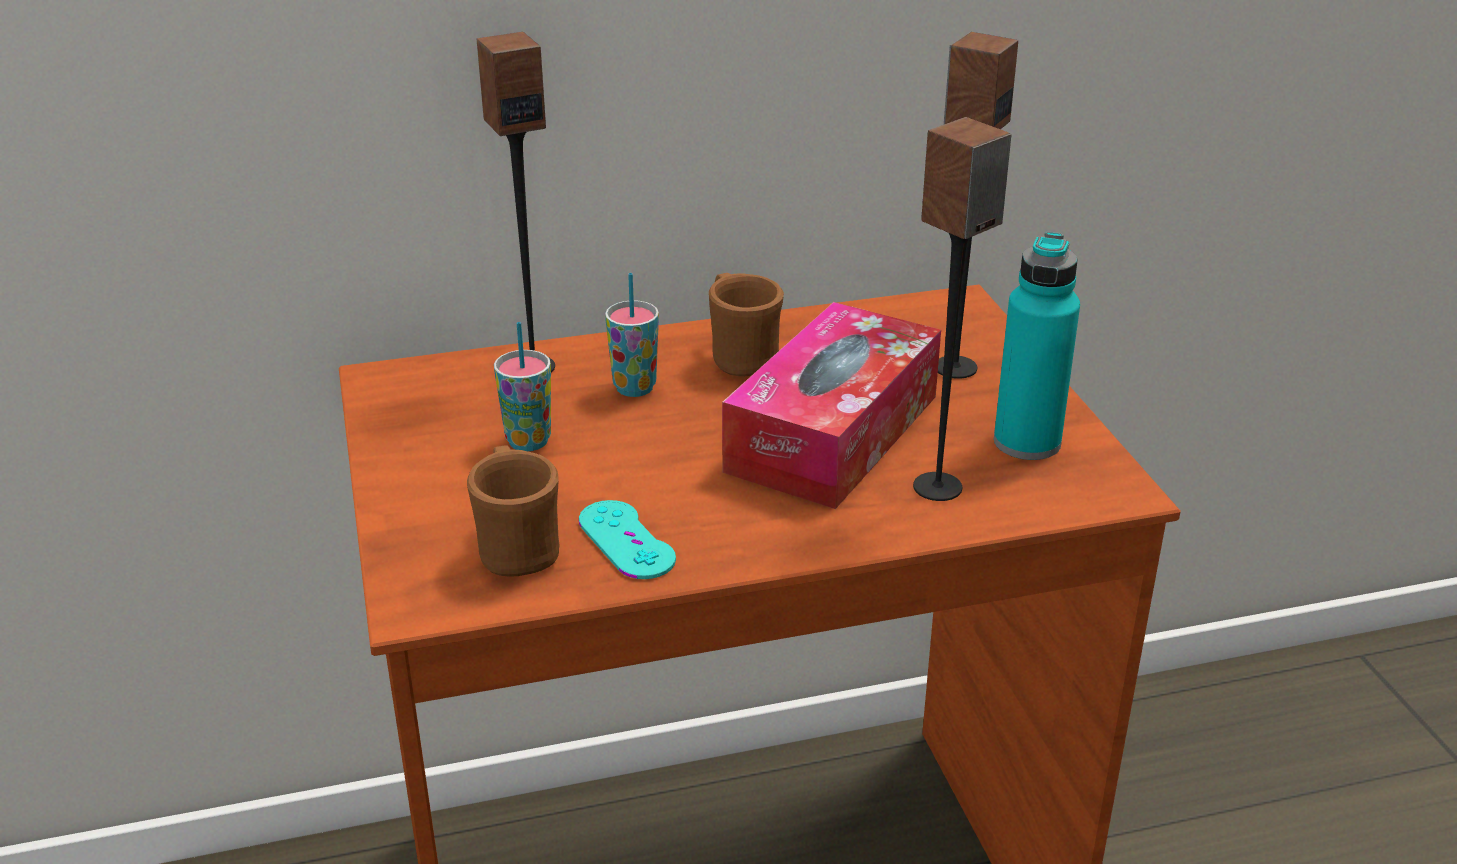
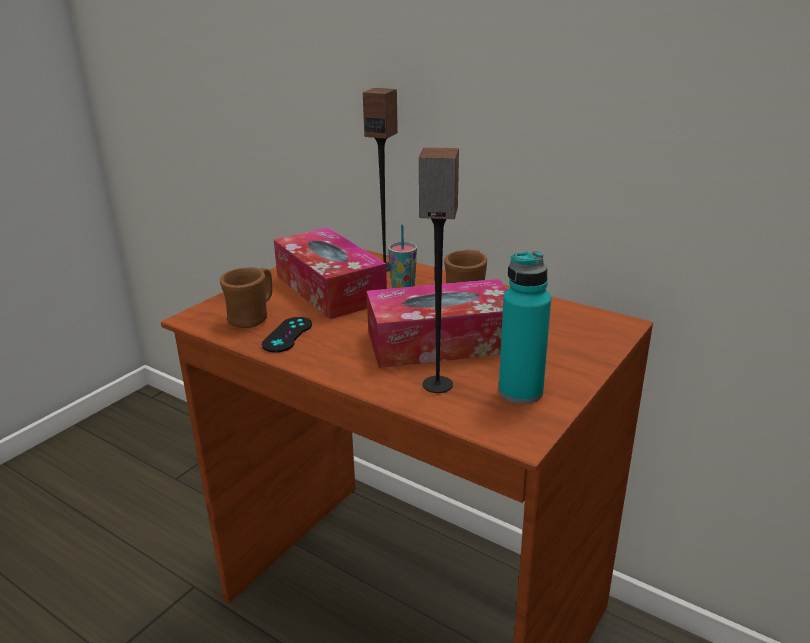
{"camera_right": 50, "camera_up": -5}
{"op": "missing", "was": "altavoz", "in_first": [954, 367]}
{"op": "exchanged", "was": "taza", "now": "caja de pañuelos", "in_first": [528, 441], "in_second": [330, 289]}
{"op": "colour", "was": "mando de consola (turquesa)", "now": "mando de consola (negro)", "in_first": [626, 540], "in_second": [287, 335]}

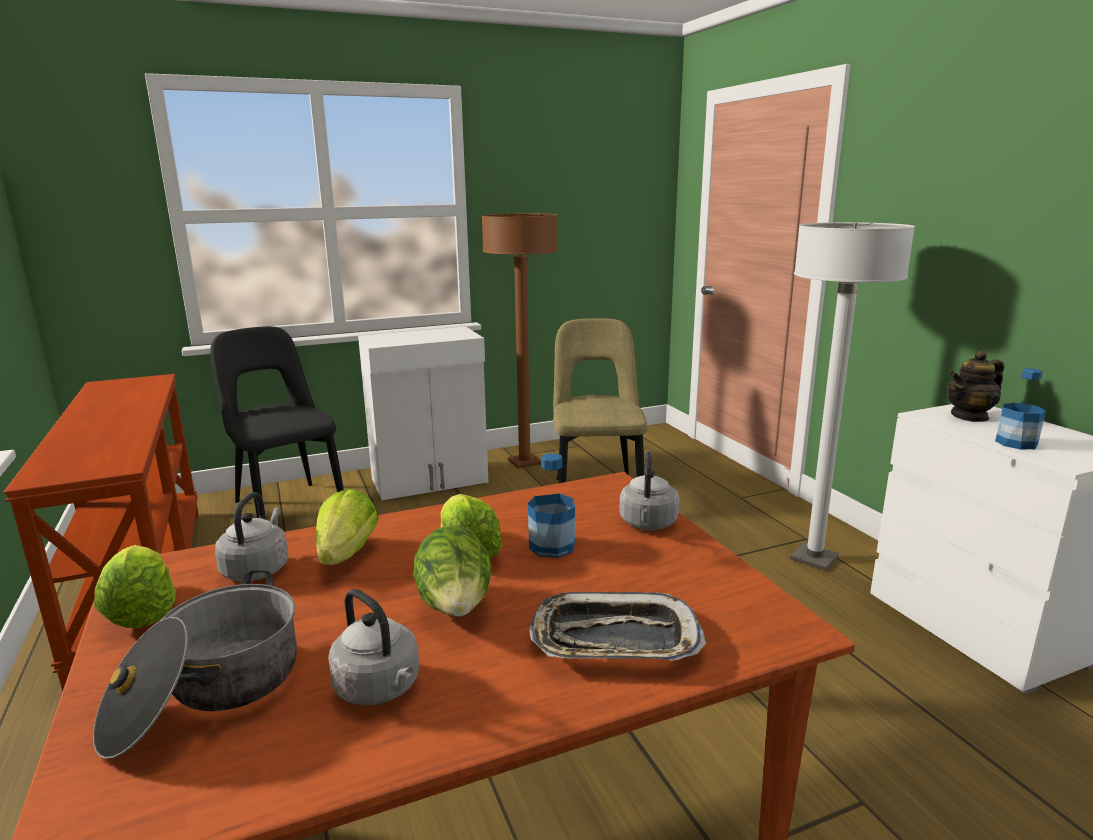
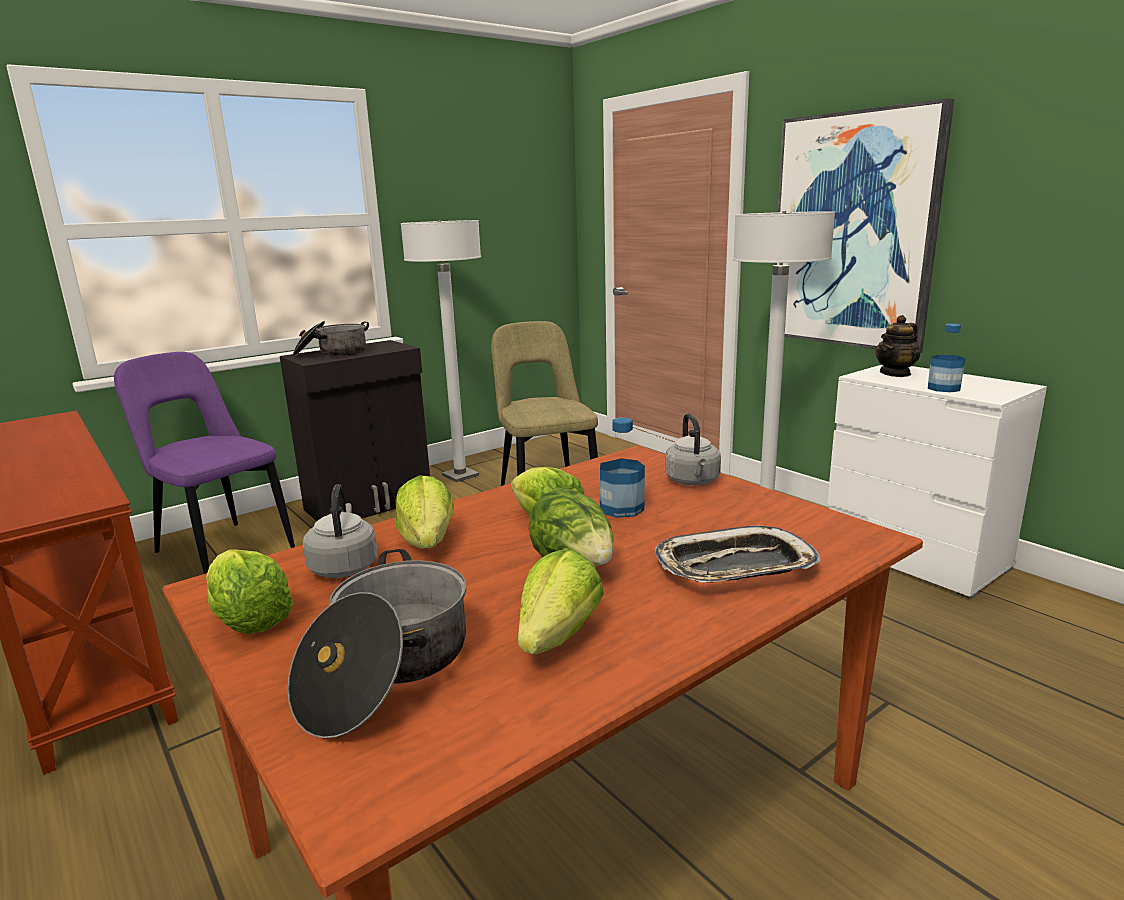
{"camera_right": -15, "camera_up": 0}
{"op": "colour", "was": "lámpara de pie (marrón)", "now": "lámpara de pie (blanco)", "in_first": [524, 462], "in_second": [460, 476]}
{"op": "colour", "was": "silla (negro)", "now": "silla (morado)", "in_first": [287, 507], "in_second": [221, 549]}
{"op": "colour", "was": "armario (blanco)", "now": "armario (negro)", "in_first": [430, 481], "in_second": [370, 504]}
{"op": "exchanged", "was": "hervidor (gris)", "now": "lechuga", "in_first": [380, 688], "in_second": [558, 636]}
{"op": "appeared", "now": "cuadro", "in_second": [854, 231]}
{"op": "appeared", "now": "olla", "in_second": [332, 353]}

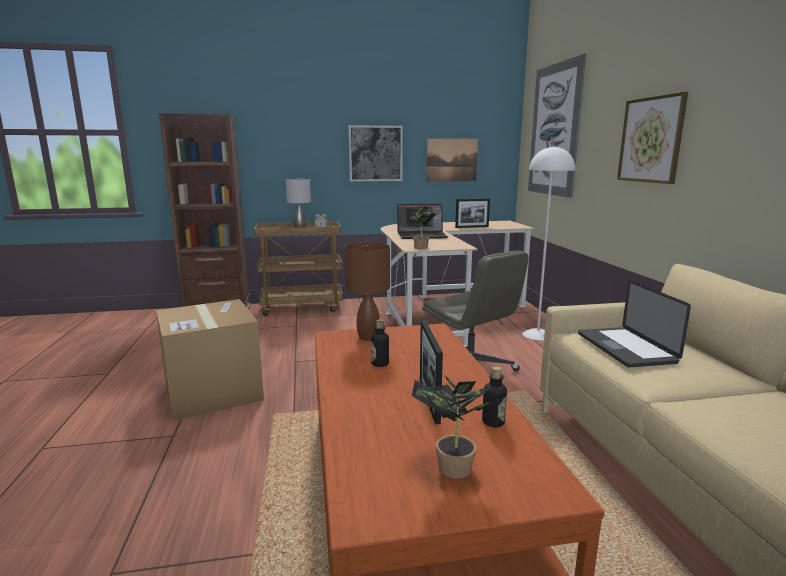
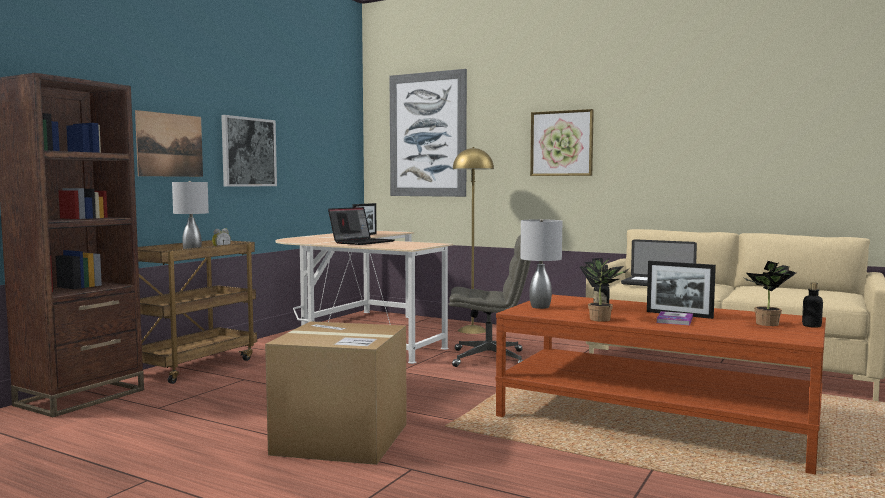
{"camera_right": -50, "camera_up": -10}
{"op": "relocated", "was": "cuadro", "in_first": [452, 160], "in_second": [170, 145]}
{"op": "colour", "was": "lámpara de pie (blanco)", "now": "lámpara de pie (amarillo)", "in_first": [537, 334], "in_second": [472, 330]}
{"op": "relocated", "was": "planta en maceta", "in_first": [422, 247], "in_second": [603, 319]}
{"op": "colour", "was": "lámpara de mesa (marrón)", "now": "lámpara de mesa (gris)", "in_first": [367, 337], "in_second": [539, 307]}
{"op": "relocated", "was": "botella", "in_first": [493, 422], "in_second": [811, 326]}
{"op": "appeared", "now": "libro", "in_second": [674, 320]}

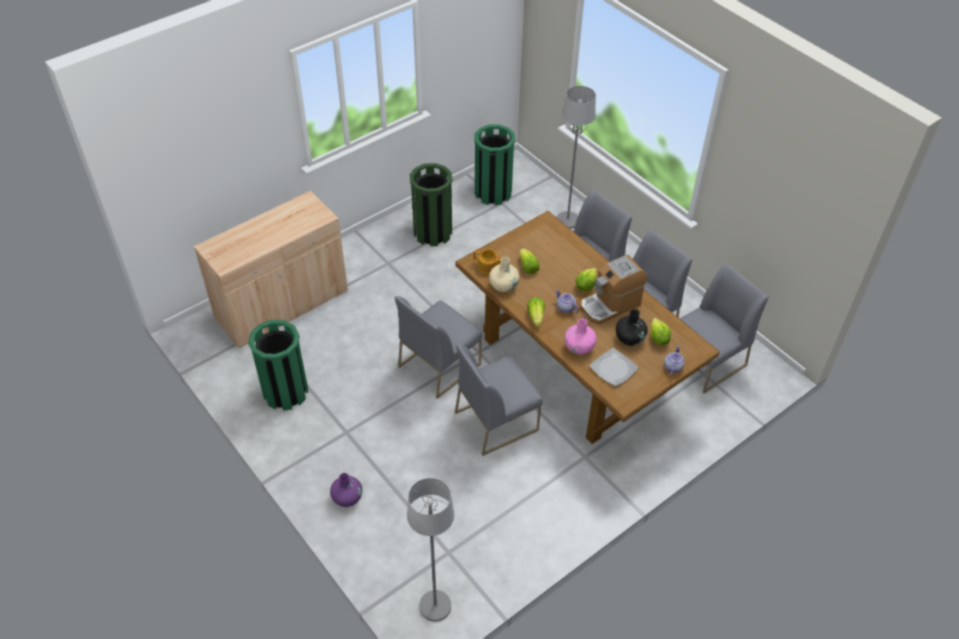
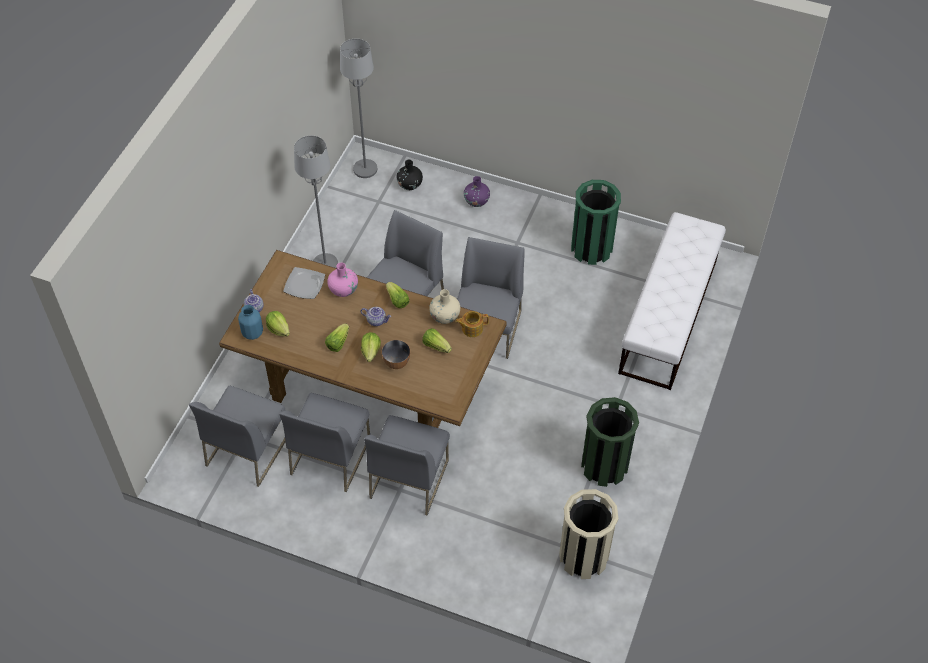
{"camera_right": 150, "camera_up": 5}
{"op": "relocated", "was": "lámpara de pie (gris)", "in_first": [567, 221], "in_second": [325, 264]}
{"op": "colour", "was": "papelera (verde)", "now": "papelera (beis)", "in_first": [493, 192], "in_second": [583, 557]}
{"op": "exchanged", "was": "armario (beis)", "now": "banco (blanco)", "in_first": [282, 306], "in_second": [668, 316]}
{"op": "exchanged", "was": "cafetera", "now": "lechuga", "in_first": [610, 305], "in_second": [338, 342]}
{"op": "relocated", "was": "florero (negro)", "in_first": [629, 338], "in_second": [410, 185]}
{"op": "appeared", "now": "florero (azul)", "in_second": [252, 333]}
{"op": "appeared", "now": "cuenco", "in_second": [396, 362]}

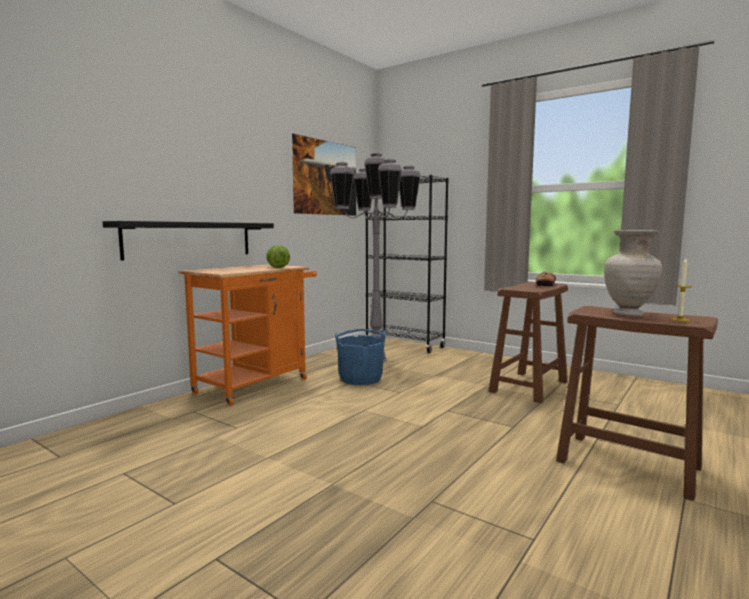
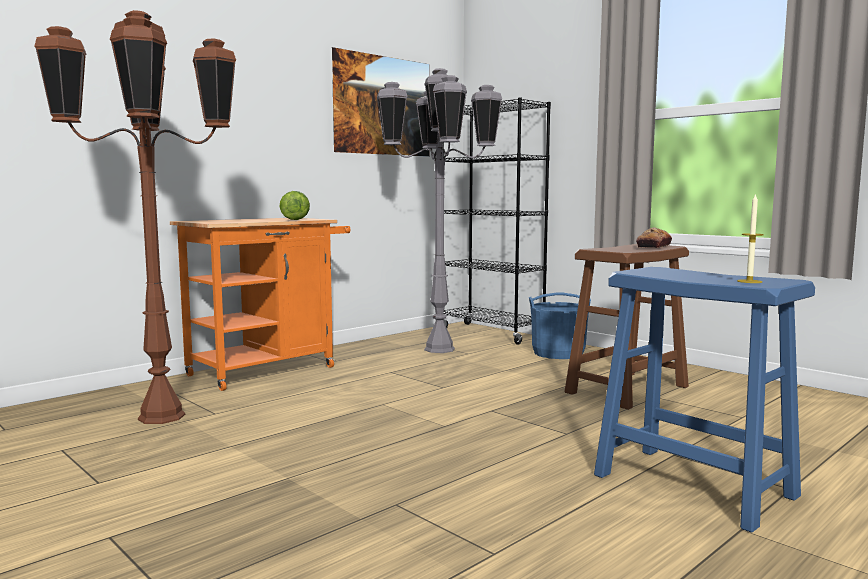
{"camera_right": 10, "camera_up": 0}
{"op": "missing", "was": "estante (negro)", "in_first": [190, 239]}
{"op": "missing", "was": "florero (beis)", "in_first": [629, 315]}
{"op": "colour", "was": "taburete (marrón)", "now": "taburete (azul)", "in_first": [627, 464], "in_second": [692, 485]}
{"op": "relocated", "was": "cubo (azul)", "in_first": [360, 378], "in_second": [558, 353]}
{"op": "appeared", "now": "lámpara de pie (marrón)", "in_second": [160, 417]}

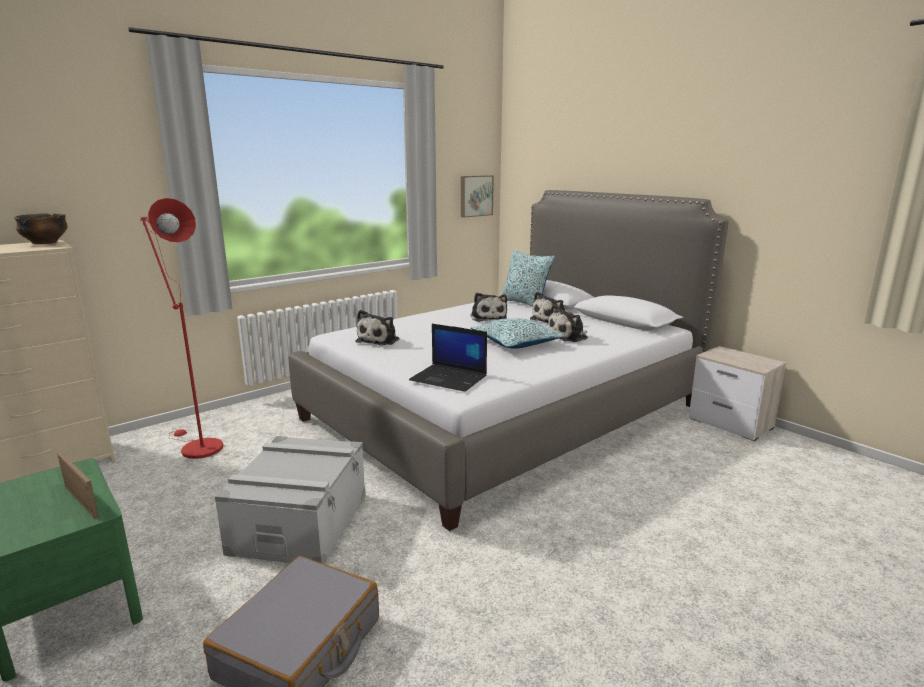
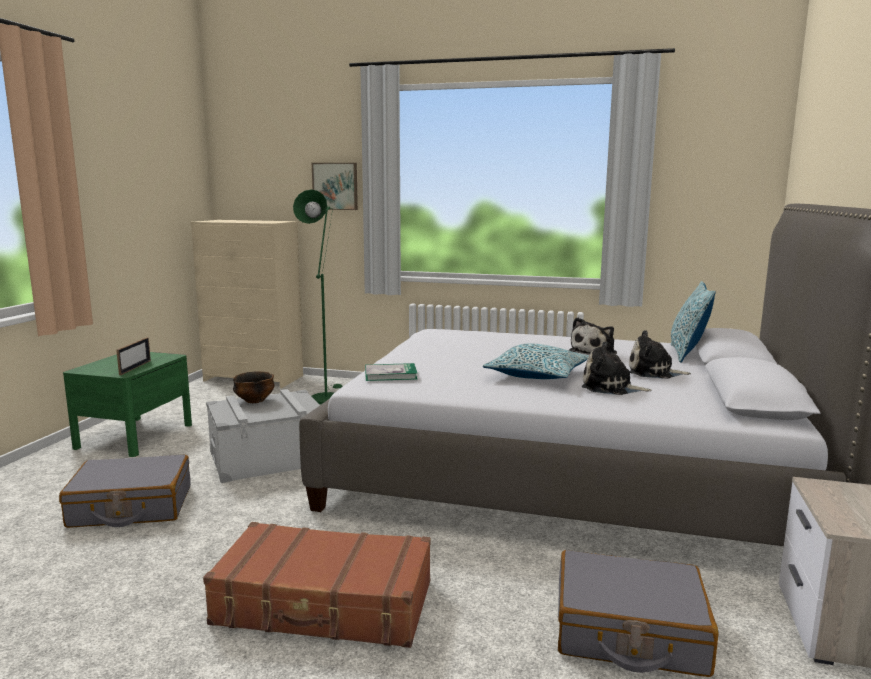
{"camera_right": 55, "camera_up": -5}
{"op": "relocated", "was": "cuadro", "in_first": [475, 196], "in_second": [335, 186]}
{"op": "colour", "was": "lámpara de pie (rojo)", "now": "lámpara de pie (verde)", "in_first": [197, 447], "in_second": [326, 397]}
{"op": "relocated", "was": "cuenco", "in_first": [45, 243], "in_second": [254, 401]}
{"op": "missing", "was": "peluche", "in_first": [379, 340]}
{"op": "exchanged", "was": "portátil", "now": "libro", "in_first": [449, 378], "in_second": [390, 374]}
{"op": "appeared", "now": "maleta (marrón)", "in_second": [324, 604]}
{"op": "appeared", "now": "maleta (gris)", "in_second": [629, 632]}

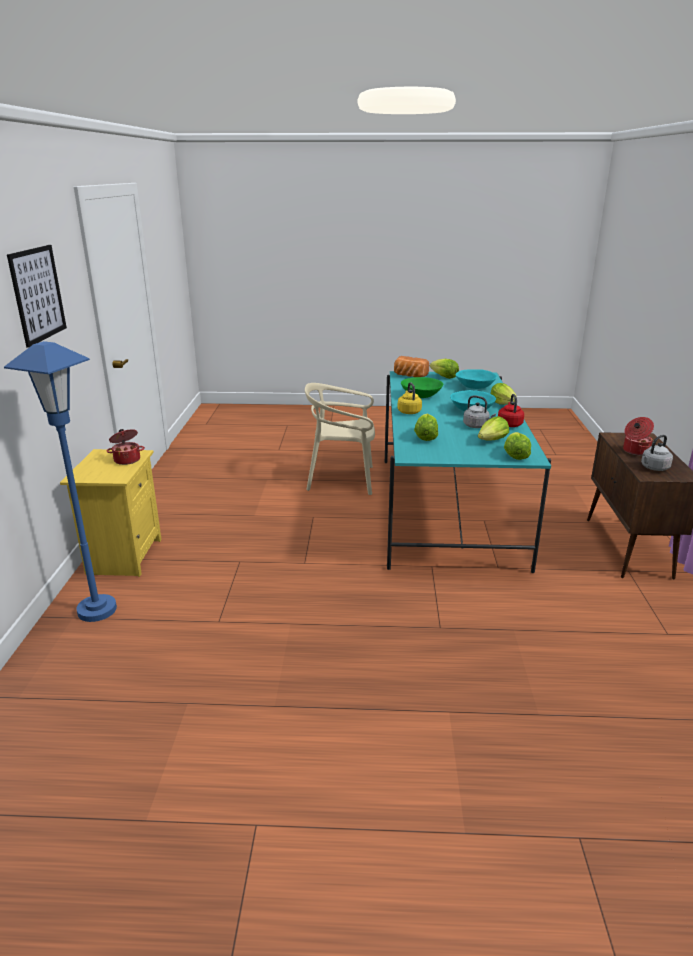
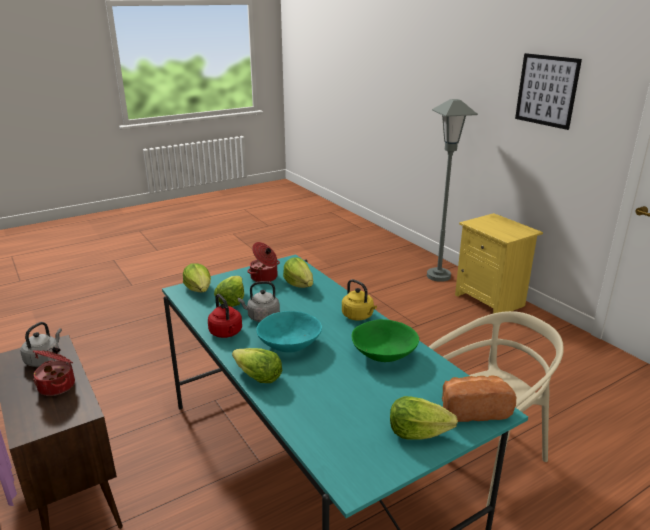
{"camera_right": 145, "camera_up": 0}
{"op": "colour", "was": "lámpara de pie (azul)", "now": "lámpara de pie (gris)", "in_first": [97, 610], "in_second": [438, 276]}
{"op": "missing", "was": "cuenco (turquesa)", "in_first": [474, 387]}
{"op": "relocated", "was": "olla", "in_first": [127, 459], "in_second": [264, 277]}

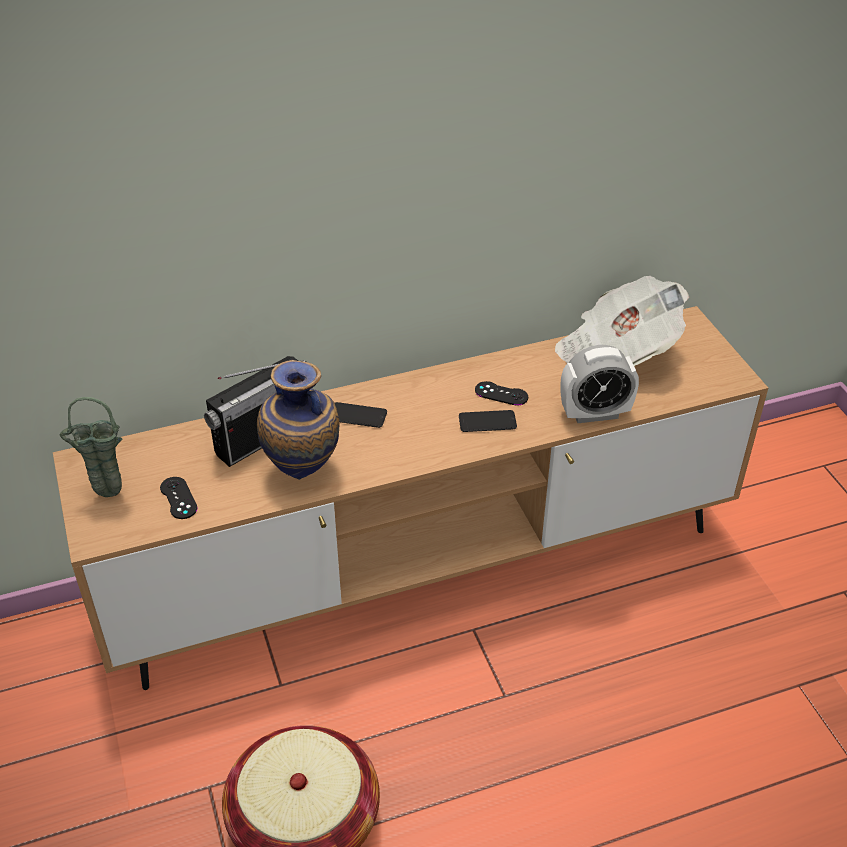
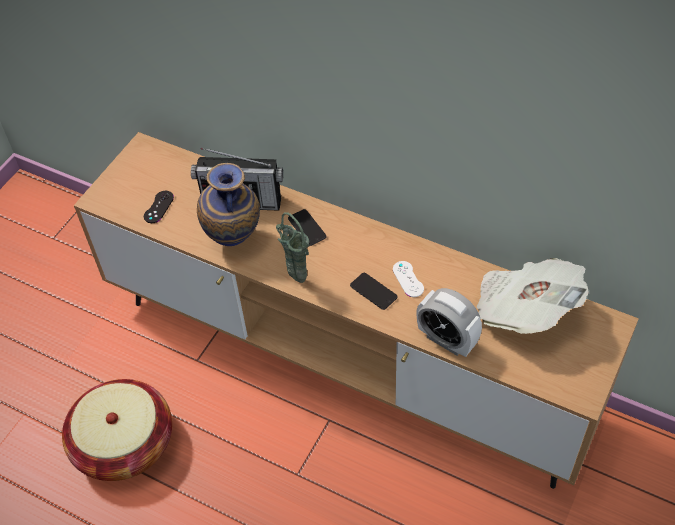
{"camera_right": 50, "camera_up": 10}
{"op": "colour", "was": "mando de consola (negro)", "now": "mando de consola (blanco)", "in_first": [501, 394], "in_second": [408, 279]}
{"op": "relocated", "was": "florero (verde)", "in_first": [106, 495], "in_second": [295, 278]}

